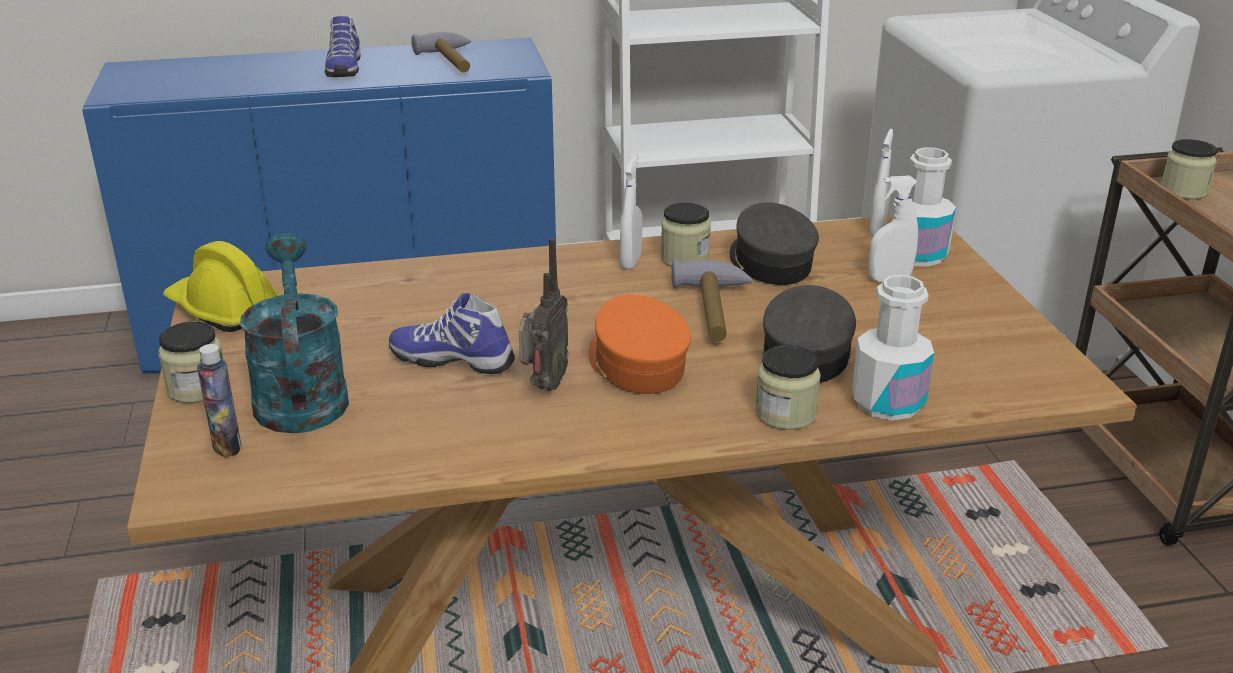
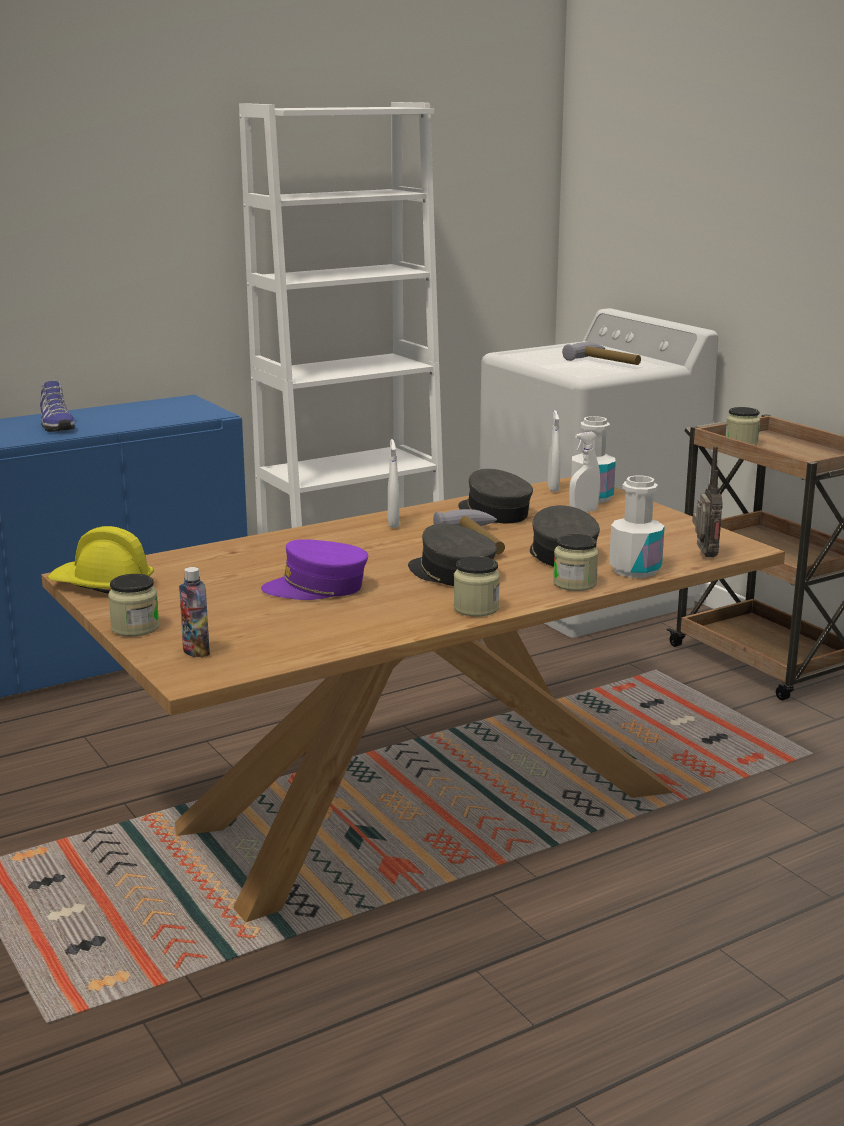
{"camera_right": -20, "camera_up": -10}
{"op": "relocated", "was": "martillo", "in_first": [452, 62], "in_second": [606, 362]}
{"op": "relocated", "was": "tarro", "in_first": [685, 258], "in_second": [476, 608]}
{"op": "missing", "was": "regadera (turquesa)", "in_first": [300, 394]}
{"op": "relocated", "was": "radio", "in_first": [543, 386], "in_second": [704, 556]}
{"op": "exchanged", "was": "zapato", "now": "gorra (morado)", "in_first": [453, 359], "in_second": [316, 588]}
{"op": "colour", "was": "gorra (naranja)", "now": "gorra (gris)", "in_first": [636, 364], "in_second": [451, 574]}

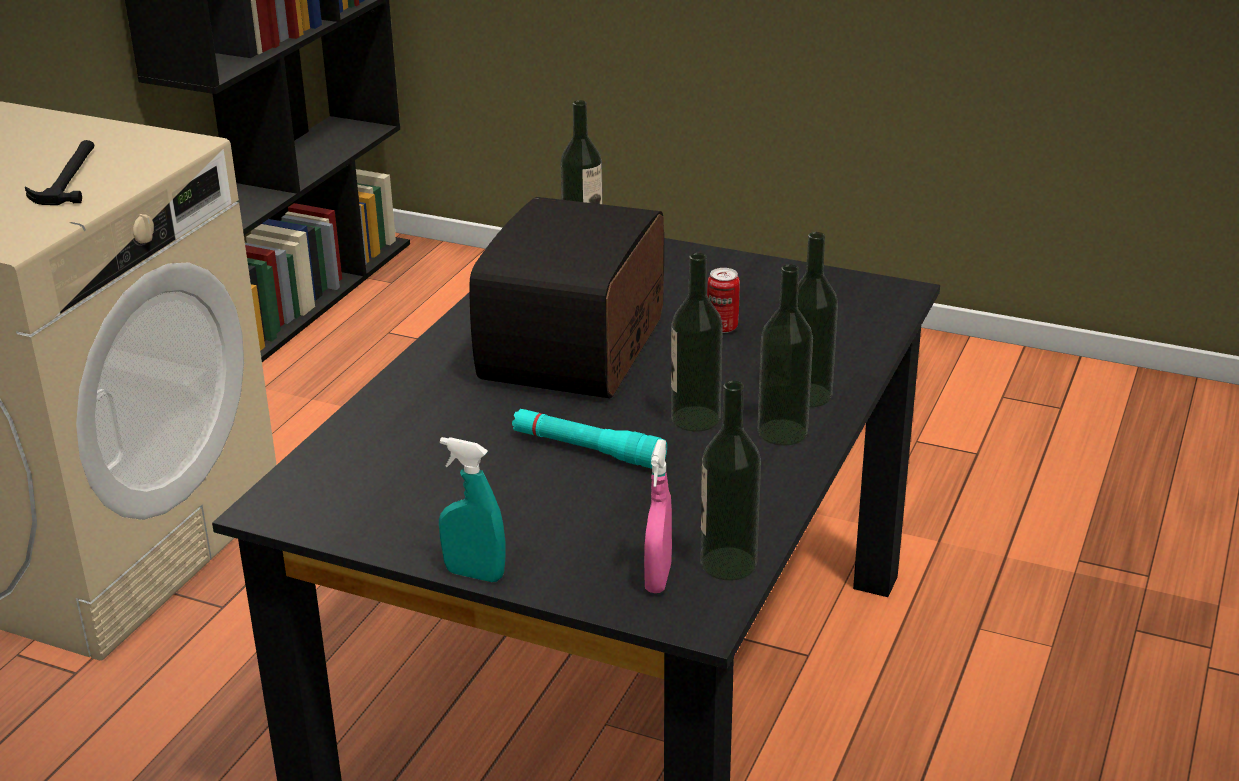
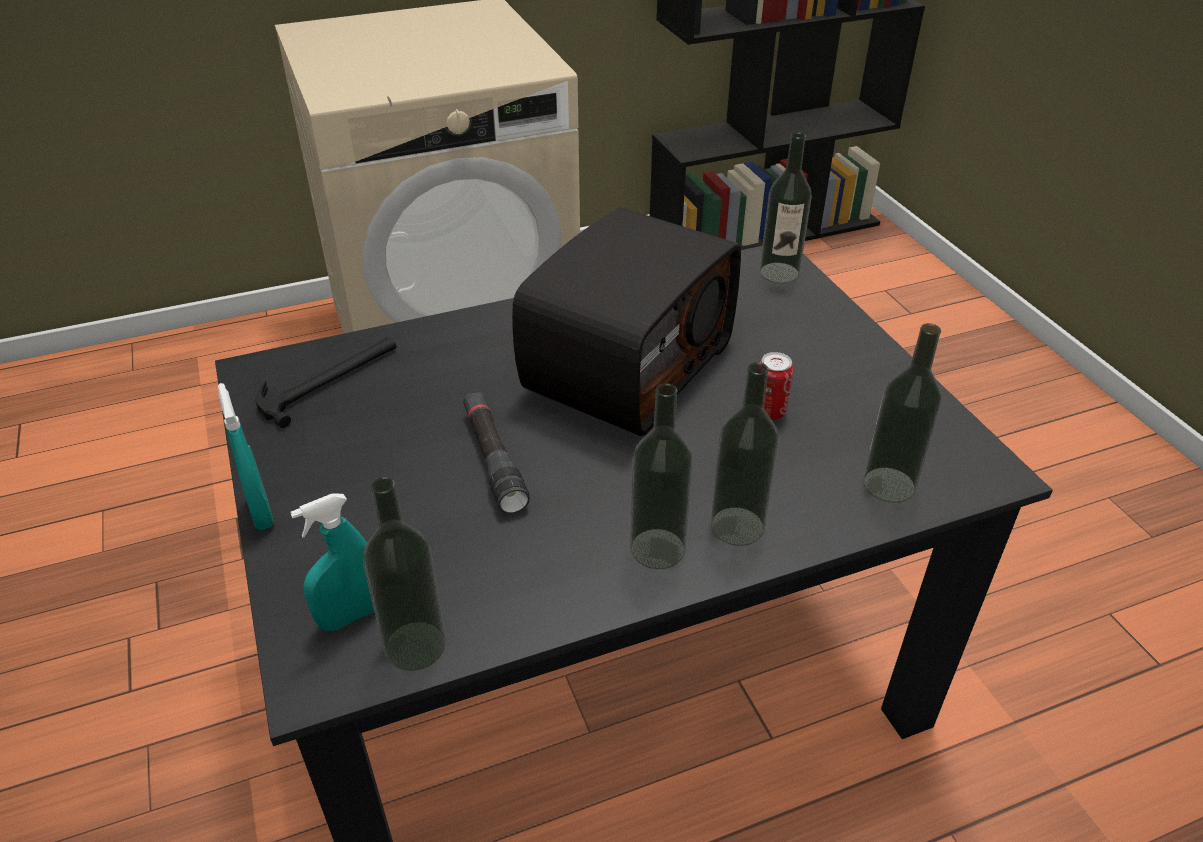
{"camera_right": 45, "camera_up": 10}
{"op": "relocated", "was": "martillo", "in_first": [69, 177], "in_second": [329, 380]}
{"op": "spun", "was": "radio", "in_first": [577, 350], "in_second": [626, 365], "clockwise": 150}
{"op": "relocated", "was": "botella", "in_first": [695, 419], "in_second": [889, 484]}
{"op": "colour", "was": "linterna (turquesa)", "now": "linterna (negro)", "in_first": [588, 449], "in_second": [494, 459]}
{"op": "colour", "was": "pulverizador (rosa)", "now": "pulverizador (turquesa)", "in_first": [658, 578], "in_second": [350, 616]}

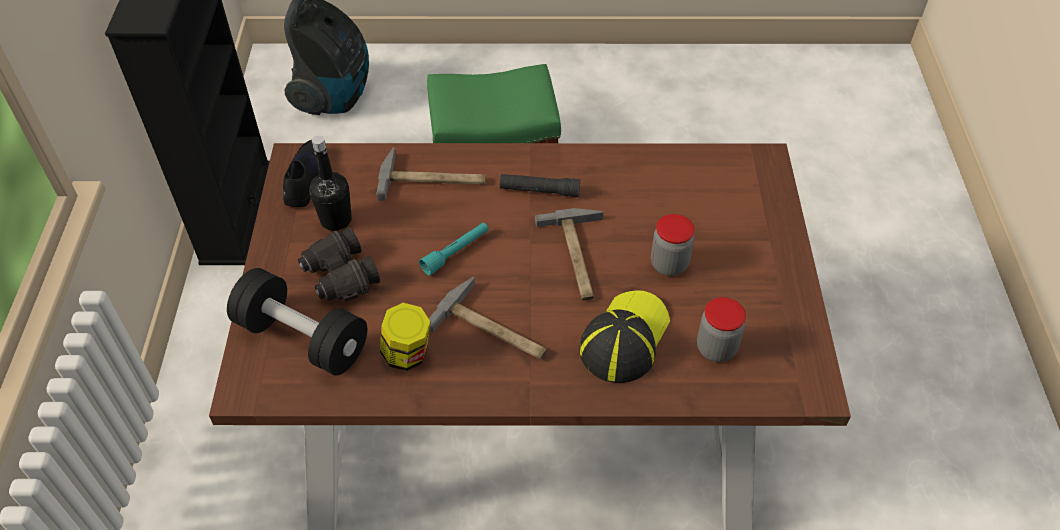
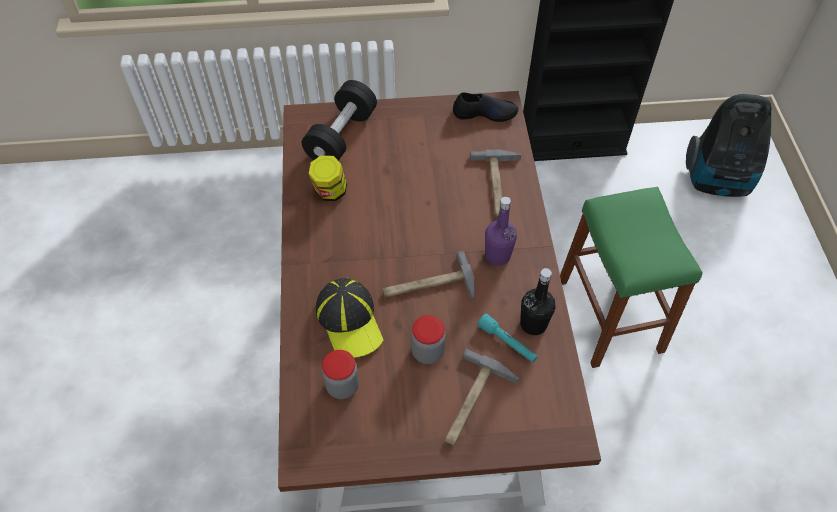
{"camera_right": 85, "camera_up": 5}
{"op": "relocated", "was": "botella (negro)", "in_first": [336, 220], "in_second": [533, 324]}
{"op": "exchanged", "was": "linterna (negro)", "now": "botella (morado)", "in_first": [539, 190], "in_second": [497, 256]}
{"op": "relocated", "was": "linterna (turquesa)", "in_first": [456, 252], "in_second": [507, 342]}
{"op": "missing", "was": "prismáticos (negro)", "in_first": [339, 276]}
{"op": "relocated", "was": "martillo", "in_first": [494, 329], "in_second": [472, 403]}
{"op": "spun", "was": "gorra", "in_first": [624, 338], "in_second": [350, 321], "clockwise": 45}

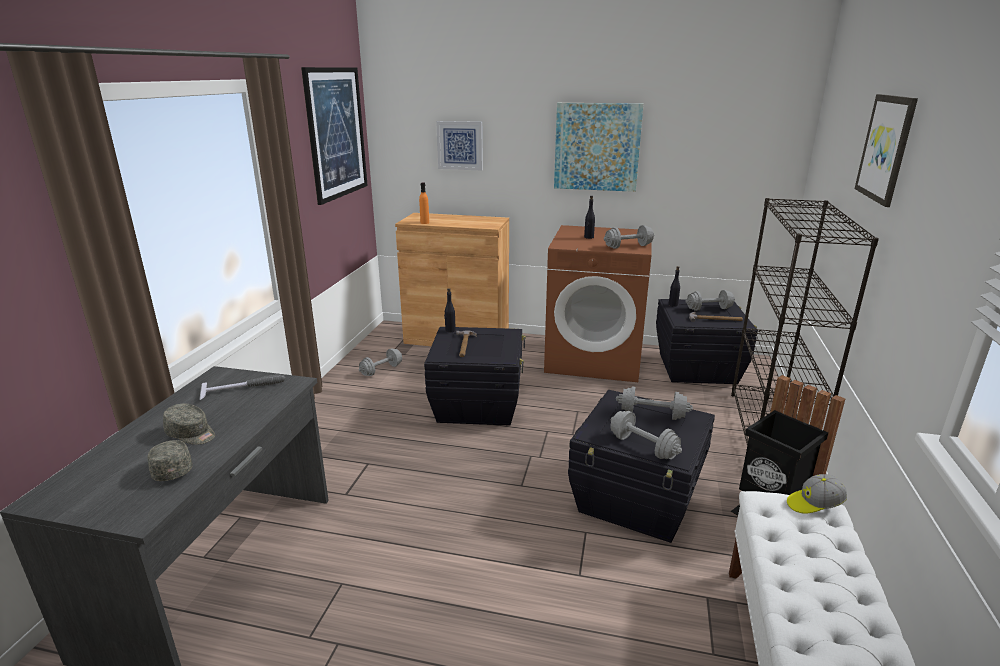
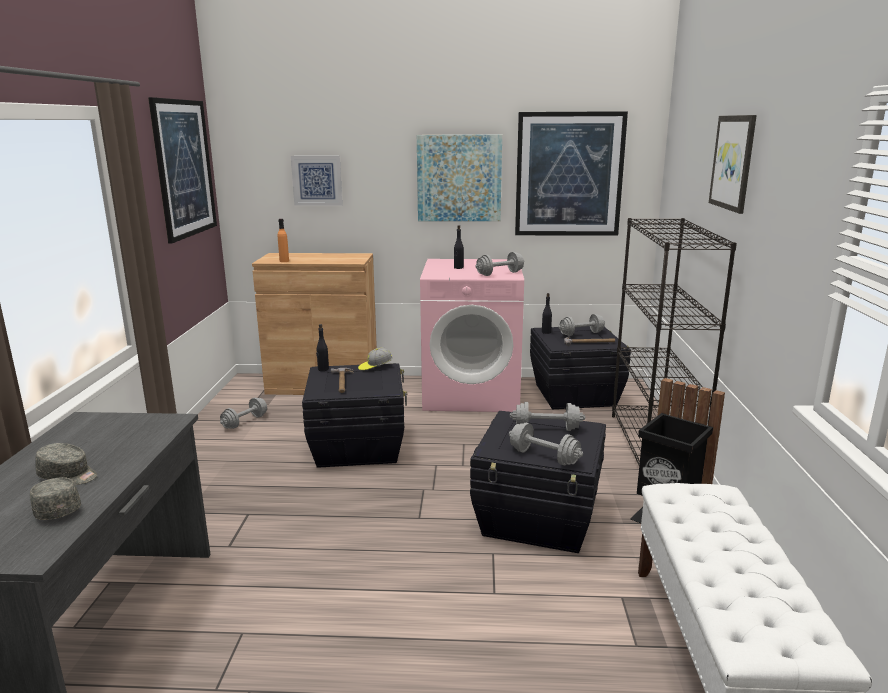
{"camera_right": -10, "camera_up": -5}
{"op": "colour", "was": "lavadora (marrón)", "now": "lavadora (rosa)", "in_first": [595, 358], "in_second": [472, 393]}
{"op": "missing", "was": "martillo", "in_first": [244, 388]}
{"op": "relocated", "was": "gorra", "in_first": [814, 504], "in_second": [375, 367]}
{"op": "appeared", "now": "cuadro", "in_second": [569, 175]}

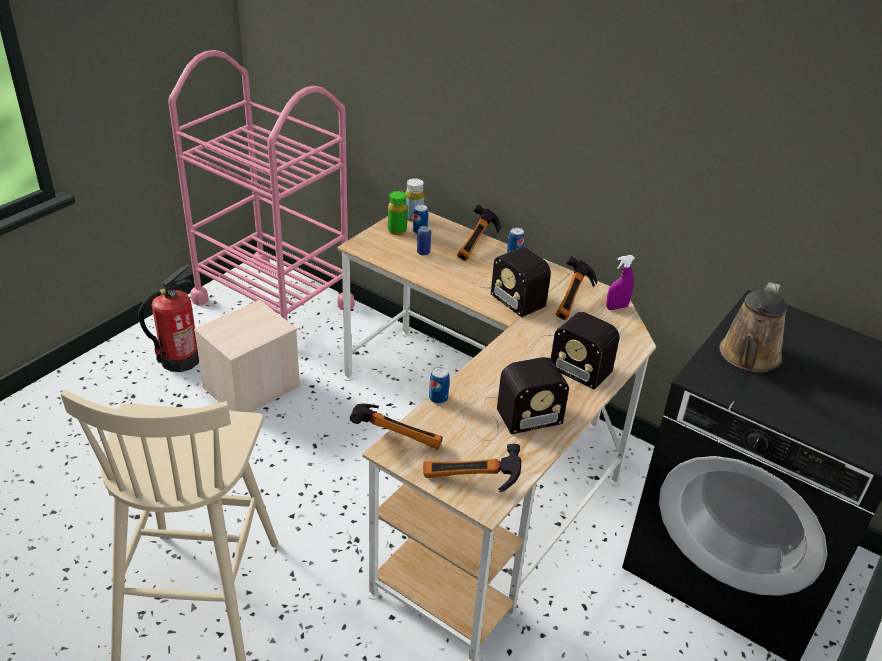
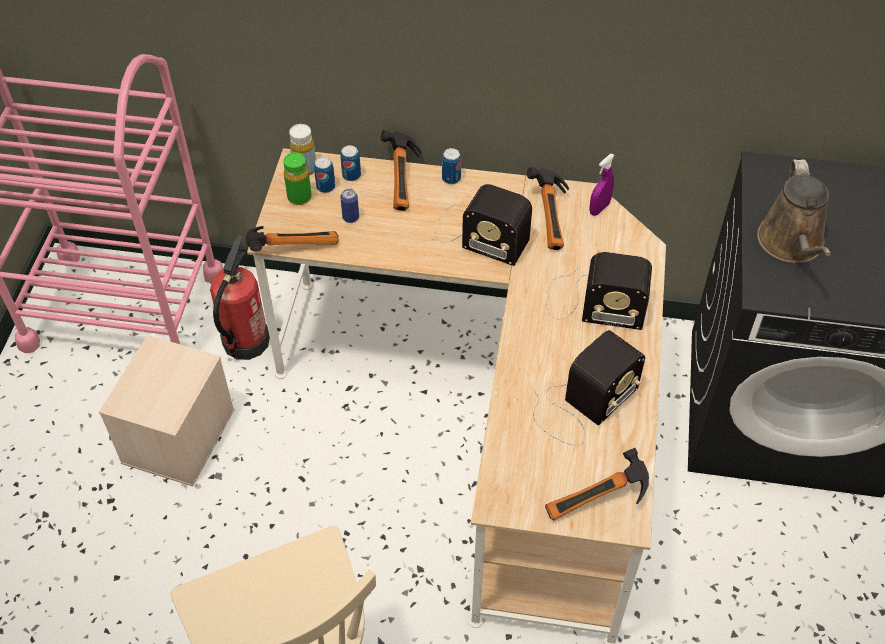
{"camera_right": -25, "camera_up": 15}
{"op": "relocated", "was": "extintor", "in_first": [179, 360], "in_second": [245, 342]}
{"op": "relocated", "was": "lata", "in_first": [438, 398], "in_second": [351, 175]}
{"op": "relocated", "was": "martillo", "in_first": [397, 435], "in_second": [292, 246]}

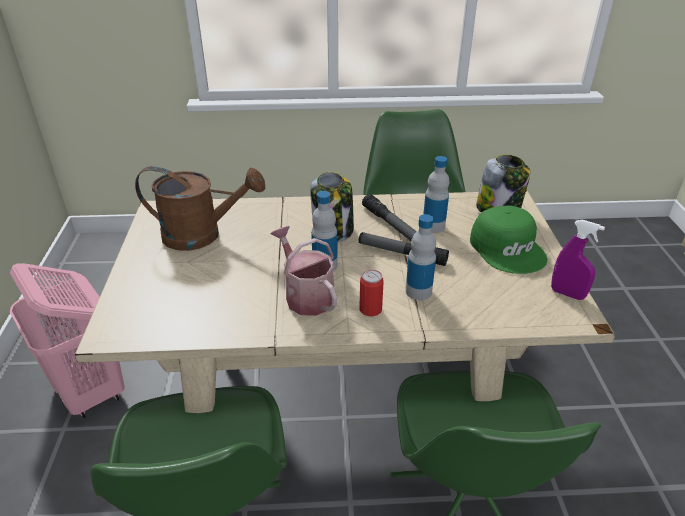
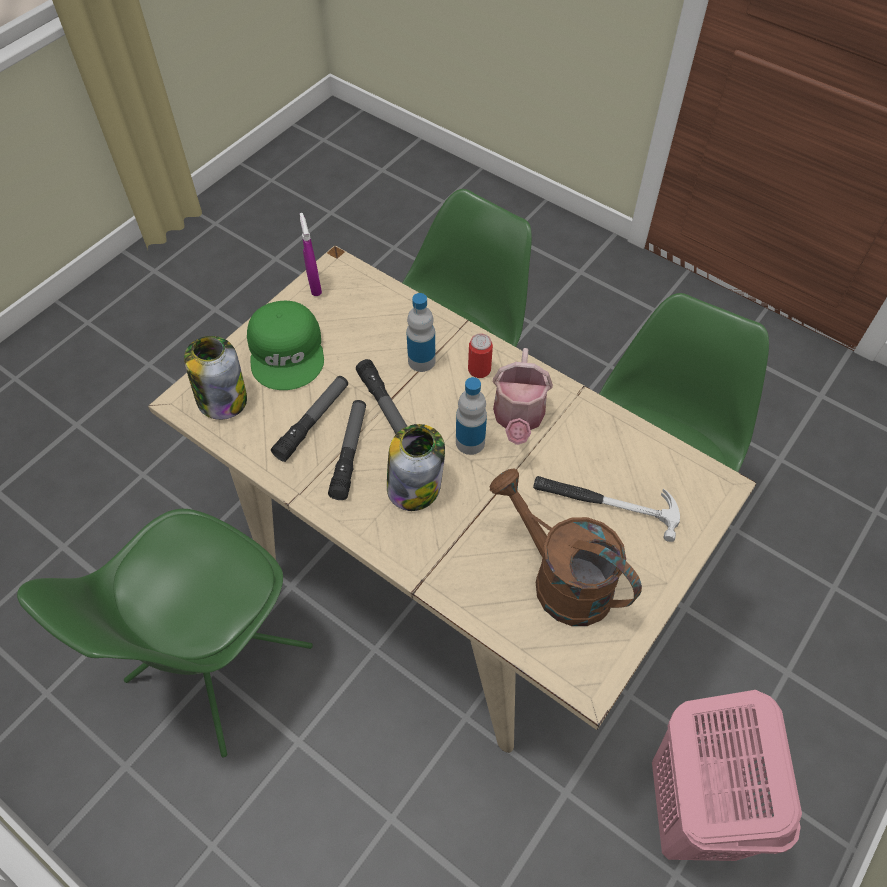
{"camera_right": -140, "camera_up": 20}
{"op": "exchanged", "was": "botella", "now": "linterna", "in_first": [433, 226], "in_second": [313, 422]}
{"op": "spun", "was": "gorra (verde)", "in_first": [508, 248], "in_second": [288, 351], "clockwise": 150}
{"op": "appeared", "now": "martillo", "in_second": [605, 502]}

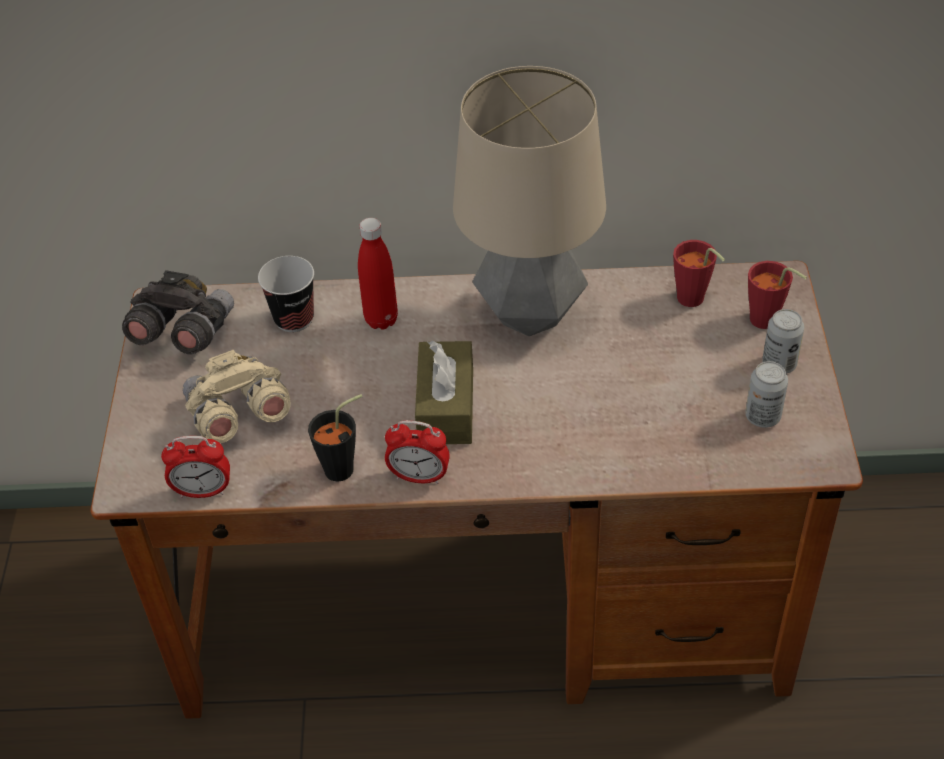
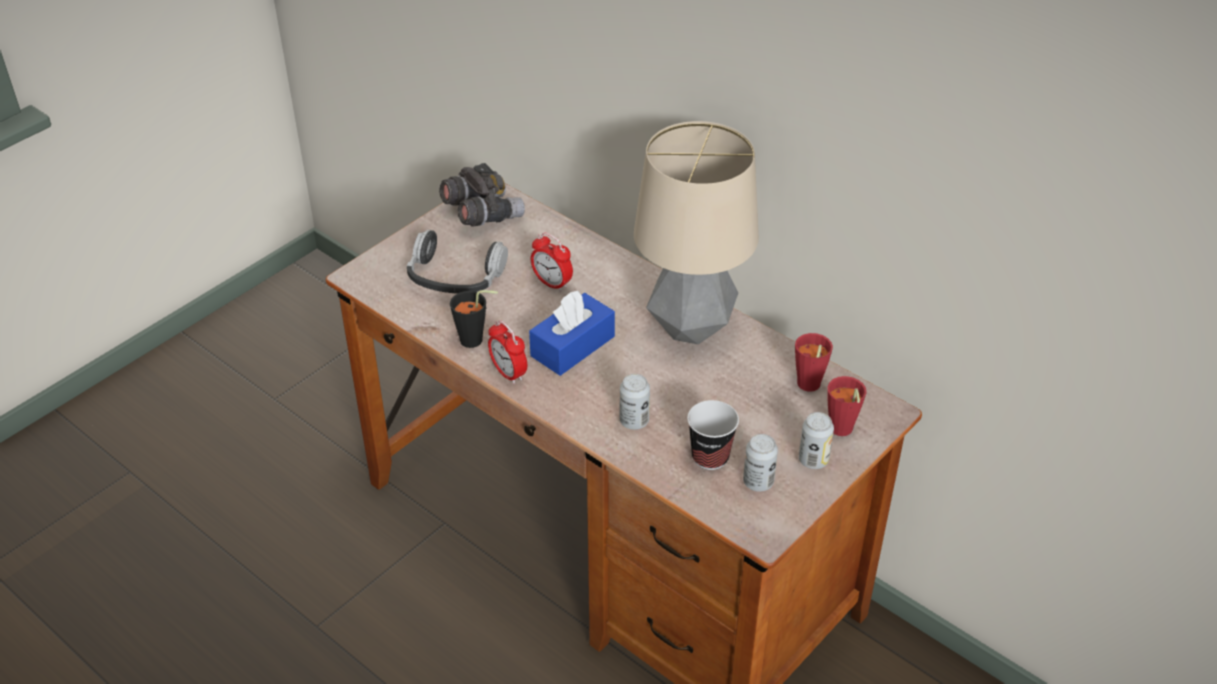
{"camera_right": 40, "camera_up": -5}
{"op": "missing", "was": "botella (rojo)", "in_first": [381, 320]}
{"op": "relocated", "was": "taza", "in_first": [294, 319], "in_second": [710, 457]}
{"op": "colour", "was": "caja de pañuelos (marrón)", "now": "caja de pañuelos (azul)", "in_first": [446, 406], "in_second": [572, 346]}
{"op": "exchanged", "was": "prismáticos (beis)", "now": "auriculares", "in_first": [237, 415], "in_second": [455, 276]}
{"op": "relocated", "was": "despertador", "in_first": [203, 491], "in_second": [552, 283]}
{"op": "appeared", "now": "lata", "in_second": [634, 421]}

